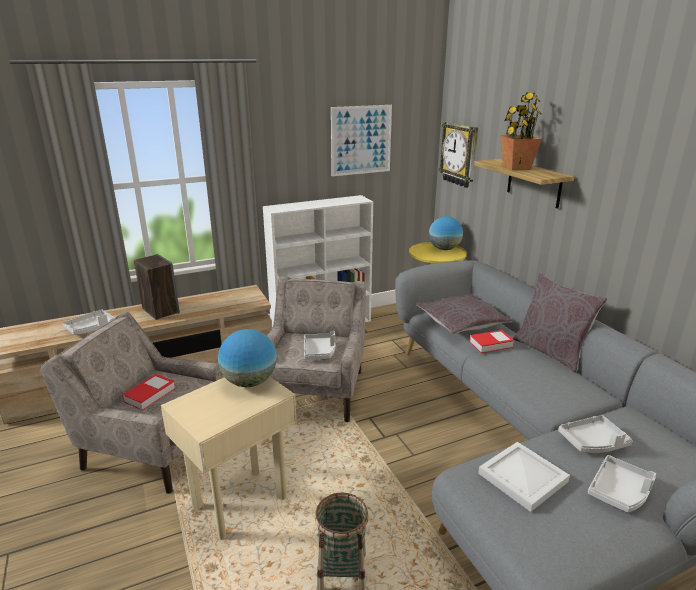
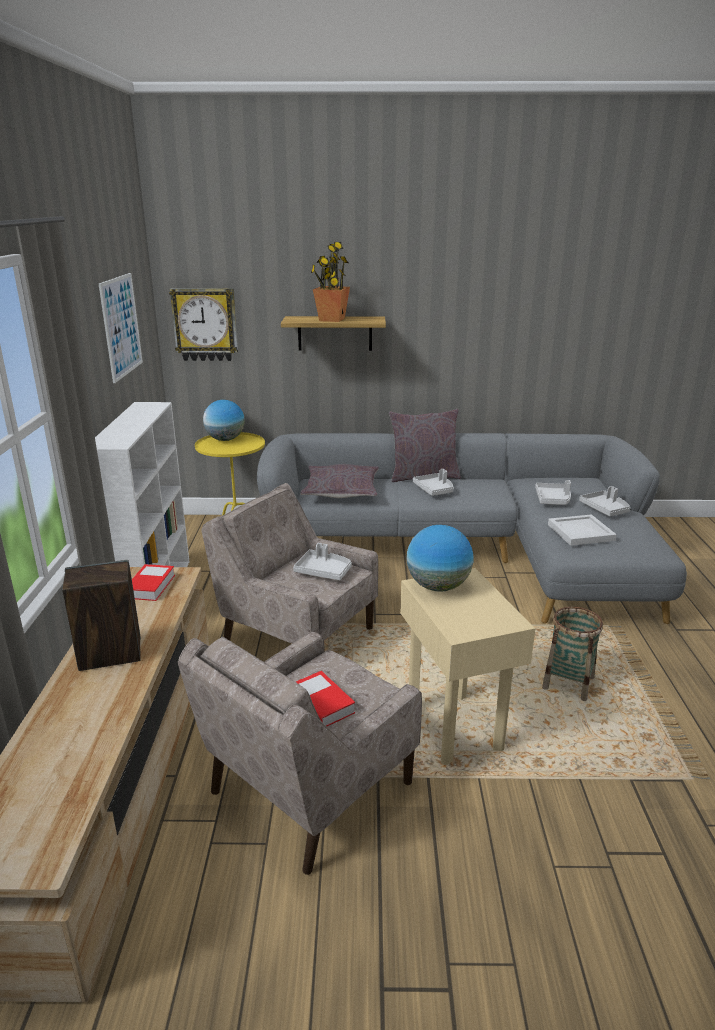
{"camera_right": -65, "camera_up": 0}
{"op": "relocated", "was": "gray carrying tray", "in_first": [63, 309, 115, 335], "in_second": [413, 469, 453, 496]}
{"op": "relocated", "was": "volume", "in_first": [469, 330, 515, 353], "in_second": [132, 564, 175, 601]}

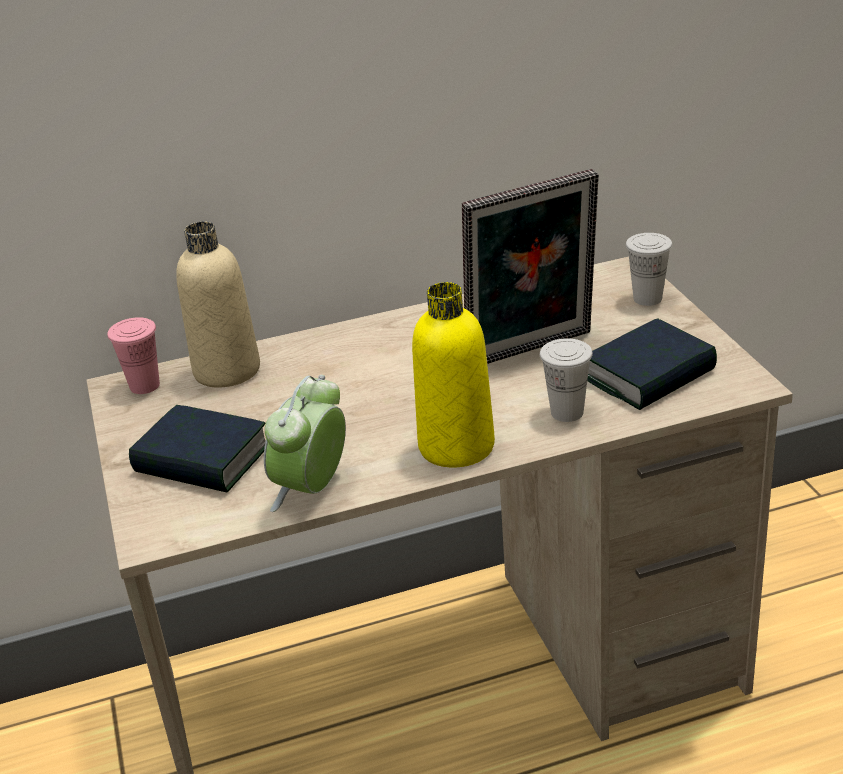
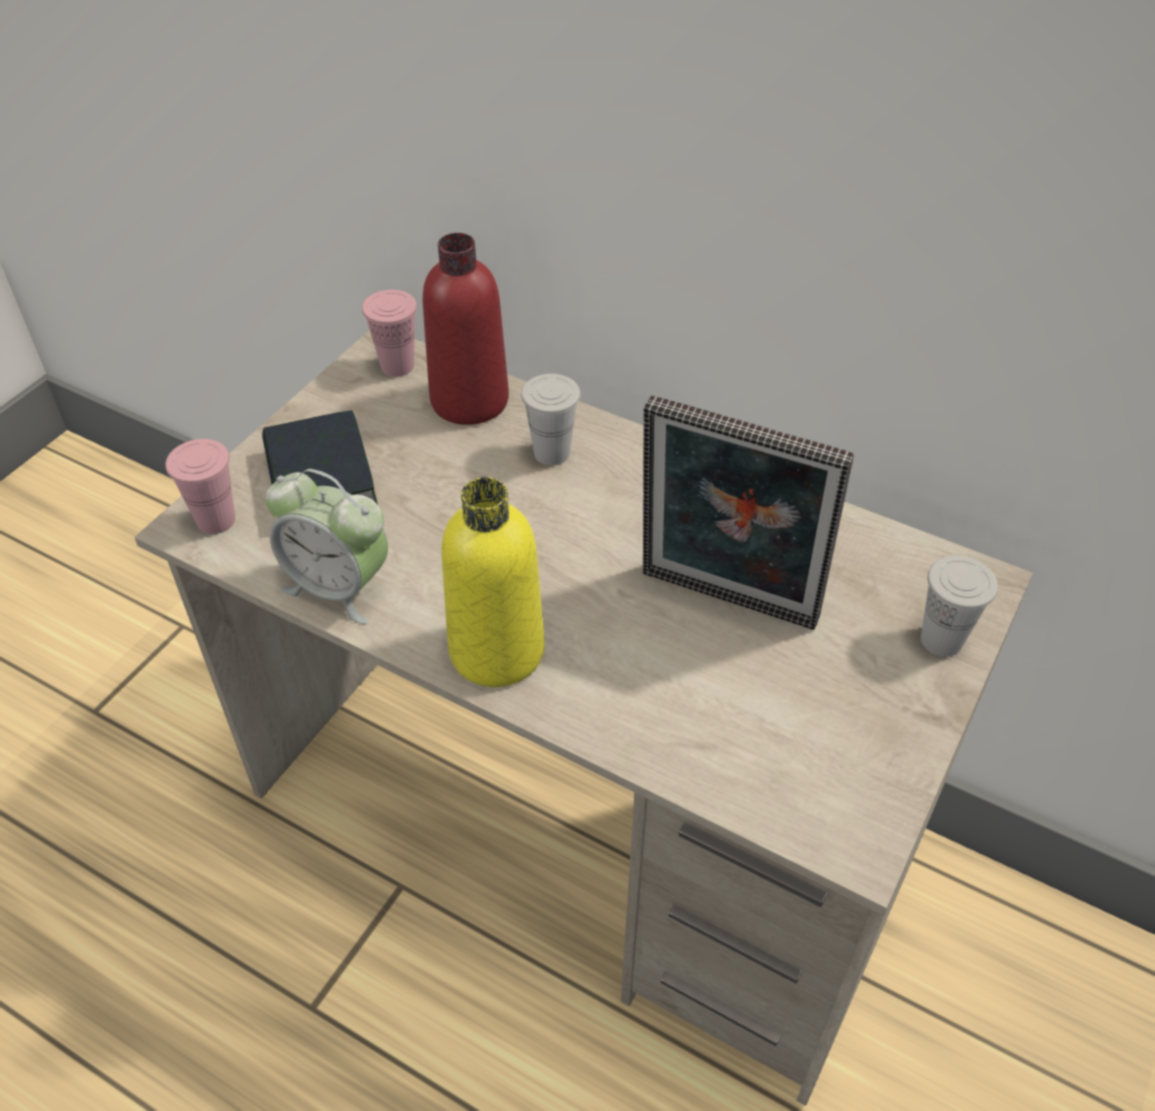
{"camera_right": 45, "camera_up": 15}
{"op": "colour", "was": "sand-coloured drink bottle", "now": "red-coloured drink bottle", "in_first": [176, 221, 260, 388], "in_second": [423, 233, 509, 425]}
{"op": "spun", "was": "table clock", "in_first": [264, 375, 346, 512], "in_second": [265, 469, 388, 624], "clockwise": -135}
{"op": "relocated", "was": "white-coloured cup", "in_first": [540, 338, 593, 422], "in_second": [521, 374, 580, 465]}
{"op": "missing", "was": "volume", "in_first": [587, 318, 717, 410]}
{"op": "appeared", "now": "pink cup", "in_second": [165, 439, 235, 534]}

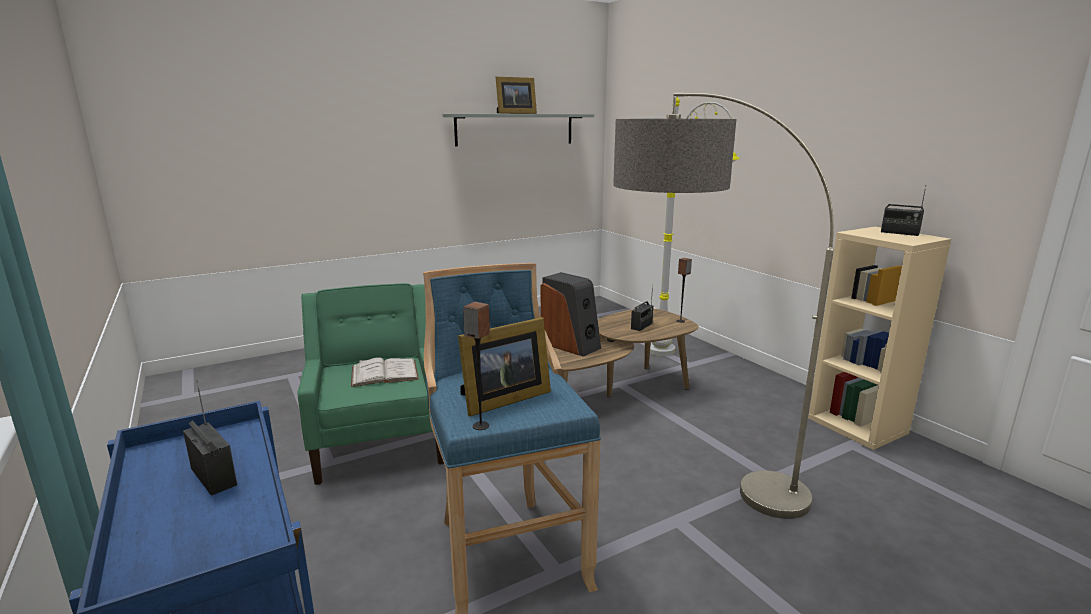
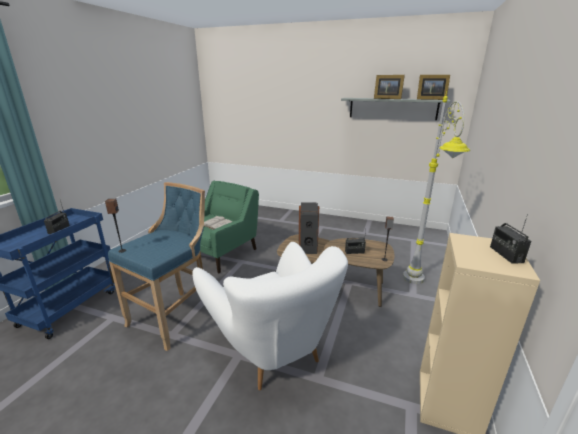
{"camera_right": 50, "camera_up": 5}
{"op": "relocated", "was": "standing frame", "in_first": [458, 317, 551, 417], "in_second": [417, 75, 450, 100]}
{"op": "exchanged", "was": "standard lamp", "now": "white-coloured lounge chair", "in_first": [613, 93, 834, 519], "in_second": [192, 242, 348, 391]}

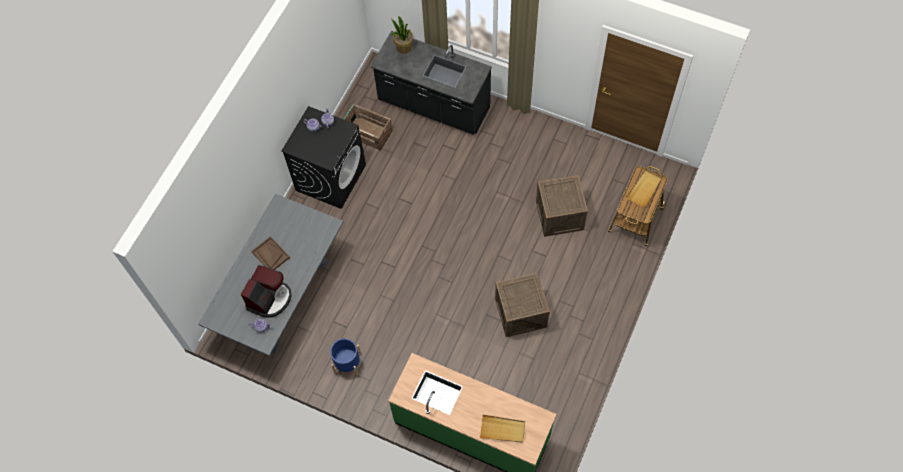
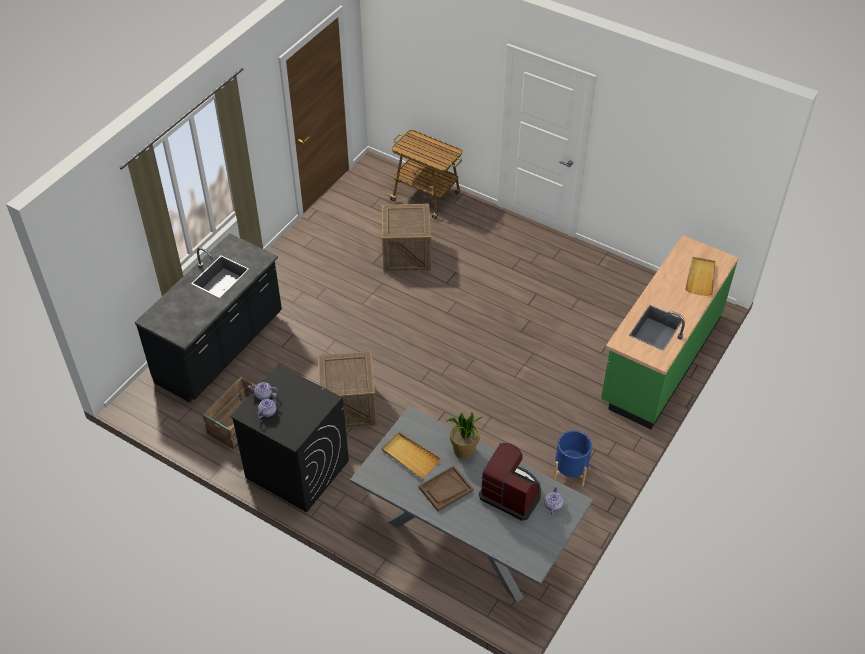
{"camera_right": -85, "camera_up": -15}
{"op": "relocated", "was": "houseplant", "in_first": [391, 16, 413, 54], "in_second": [446, 411, 483, 459]}
{"op": "relocated", "was": "packing crate", "in_first": [495, 273, 550, 337], "in_second": [318, 351, 377, 428]}
{"op": "relocated", "was": "sand-coloured carrying tray", "in_first": [626, 169, 662, 207], "in_second": [382, 432, 440, 478]}

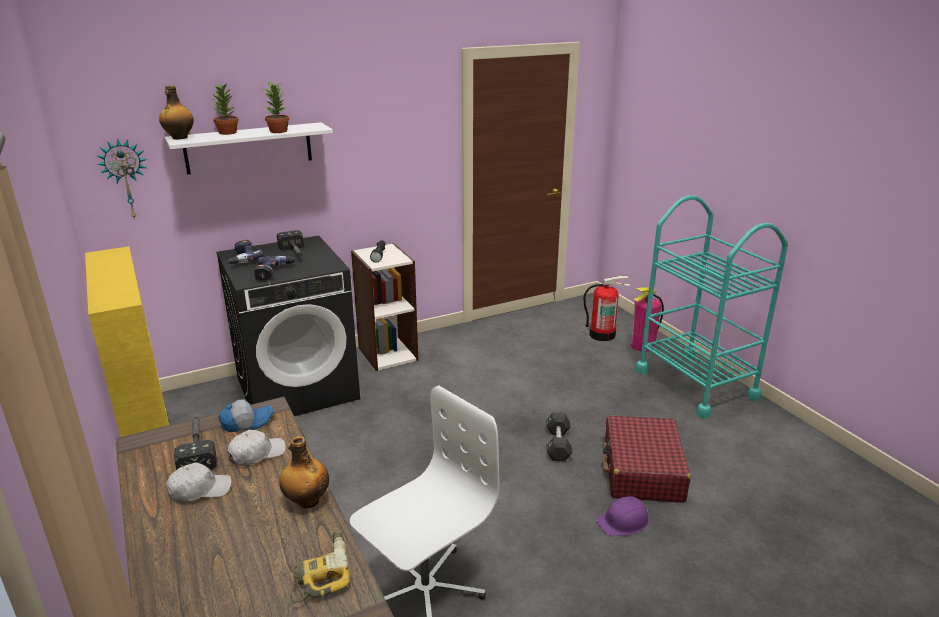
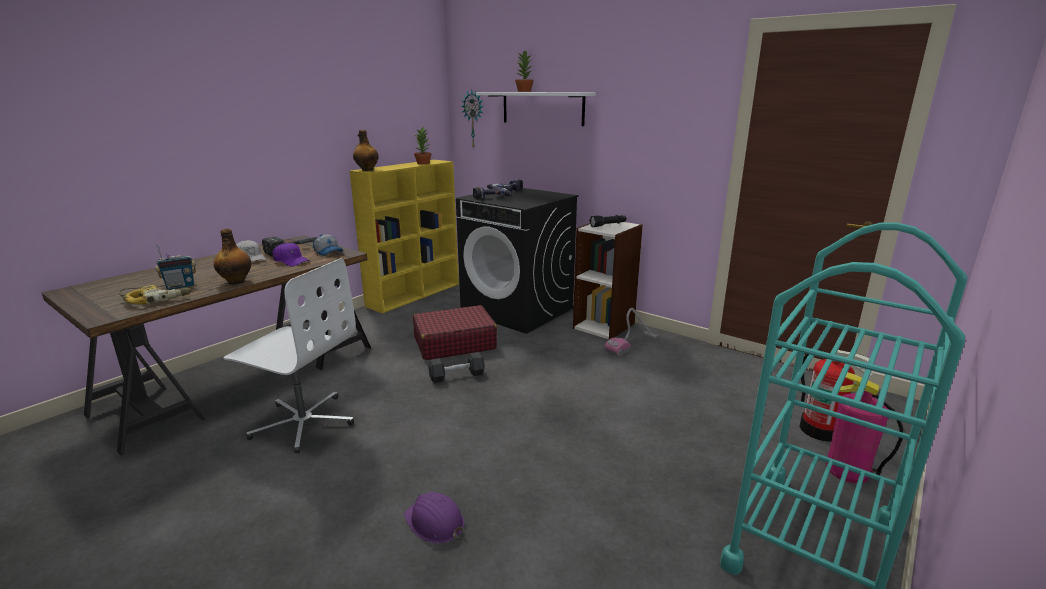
{"camera_right": 65, "camera_up": -5}
{"op": "relocated", "was": "drink bottle", "in_first": [159, 85, 194, 139], "in_second": [353, 130, 379, 171]}
{"op": "colour", "was": "white-coloured baseball cap", "now": "purple baseball cap", "in_first": [227, 430, 286, 466], "in_second": [272, 242, 310, 267]}
{"op": "relocated", "was": "houseplant", "in_first": [264, 82, 289, 133], "in_second": [414, 127, 431, 165]}
{"op": "missing", "was": "hand hammer", "in_first": [277, 230, 304, 257]}
{"op": "relocated", "was": "blackish hand weight", "in_first": [546, 412, 572, 461], "in_second": [429, 352, 485, 383]}
{"op": "relocated", "was": "red-coloured suitcase", "in_first": [603, 415, 691, 503], "in_second": [413, 305, 497, 360]}
{"op": "appeared", "now": "radio receiver", "in_second": [155, 244, 196, 290]}
{"op": "appeared", "now": "hoover", "in_second": [604, 308, 659, 356]}

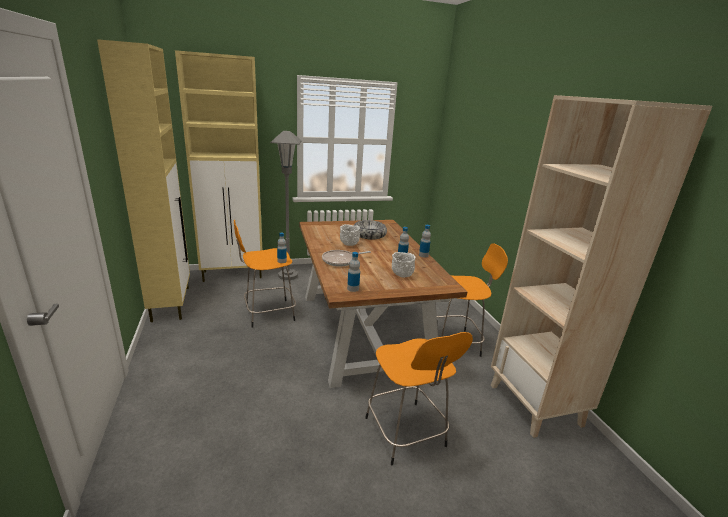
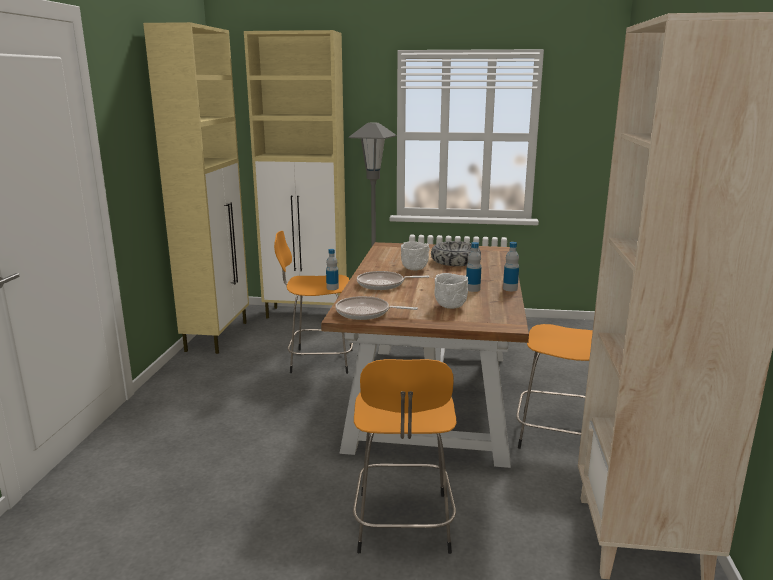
{"camera_right": 25, "camera_up": -5}
{"op": "exchanged", "was": "drink bottle", "now": "pan", "in_first": [347, 252, 360, 292], "in_second": [335, 296, 418, 320]}

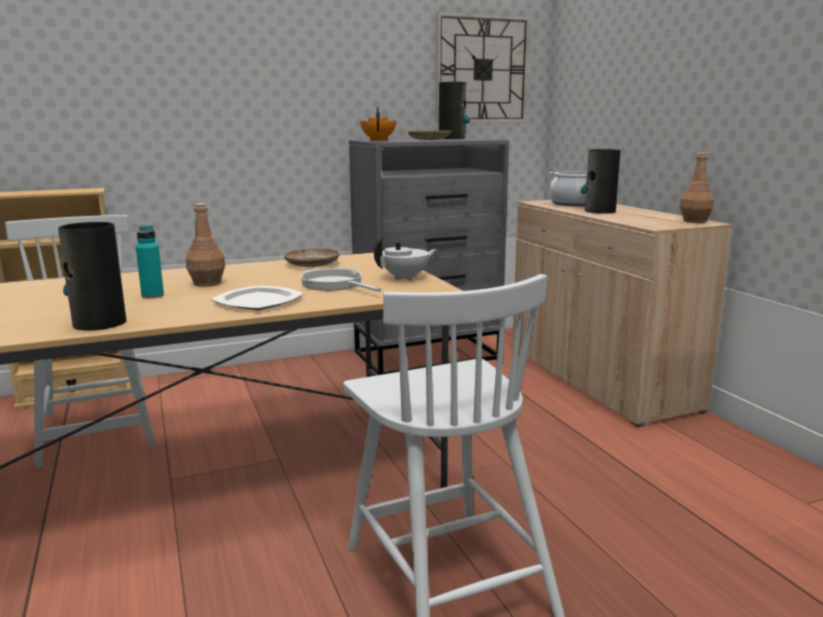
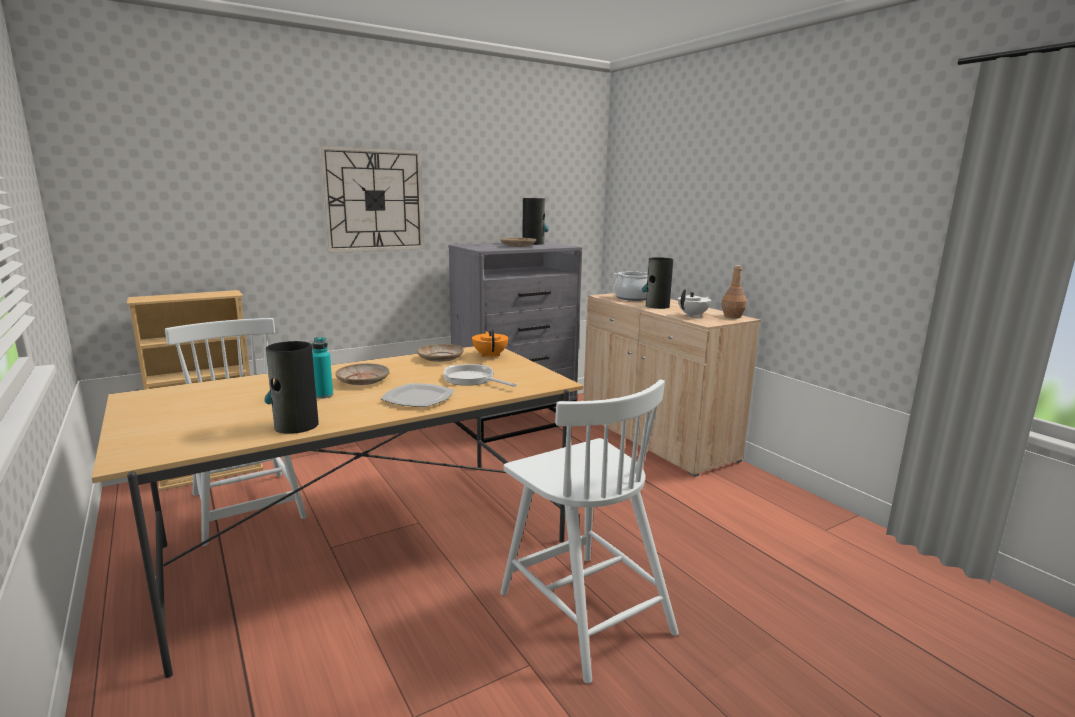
{"camera_right": -10, "camera_up": 0}
{"op": "exchanged", "was": "brown drink bottle", "now": "sand-coloured plate", "in_first": [186, 203, 225, 287], "in_second": [335, 363, 389, 385]}
{"op": "relocated", "was": "orangey pot for tea", "in_first": [360, 107, 396, 141], "in_second": [472, 329, 508, 358]}
{"op": "relocated", "was": "white-coloured pot for tea", "in_first": [374, 238, 436, 281], "in_second": [678, 289, 711, 317]}
{"op": "relocated", "was": "hanging clock", "in_first": [435, 12, 531, 123], "in_second": [320, 146, 424, 253]}

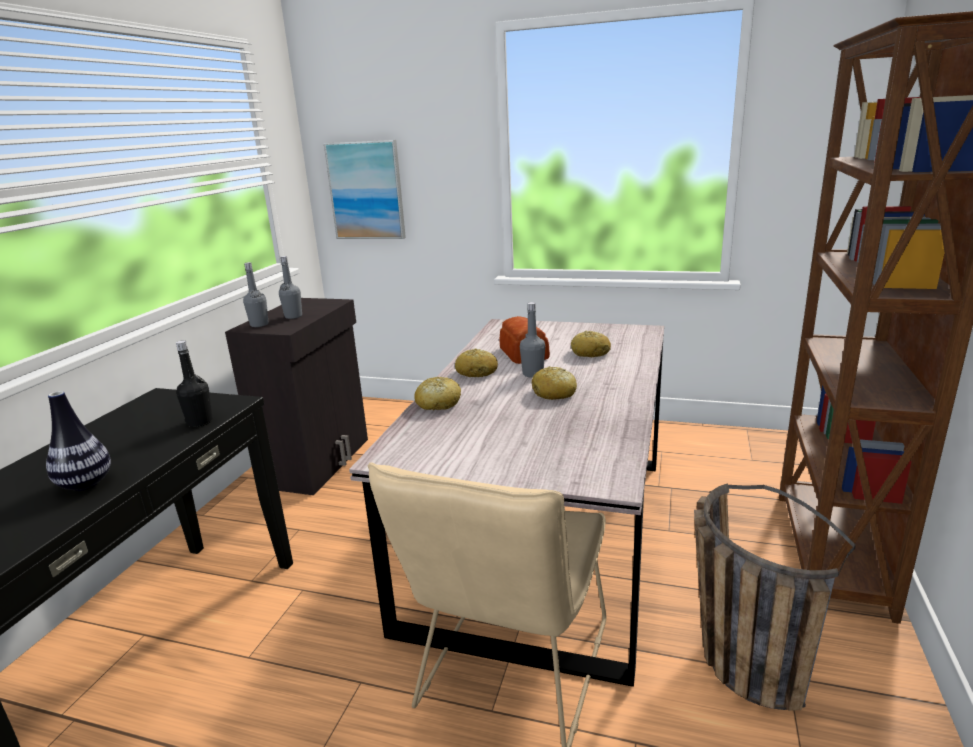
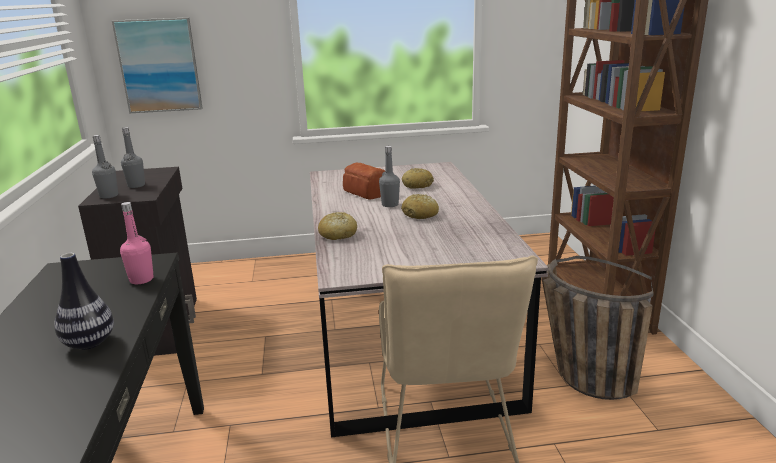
{"camera_right": -25, "camera_up": 0}
{"op": "colour", "was": "blackish drink bottle", "now": "pink drink bottle", "in_first": [176, 340, 213, 427], "in_second": [120, 202, 154, 284]}
{"op": "missing", "was": "bakery bread", "in_first": [455, 348, 498, 377]}

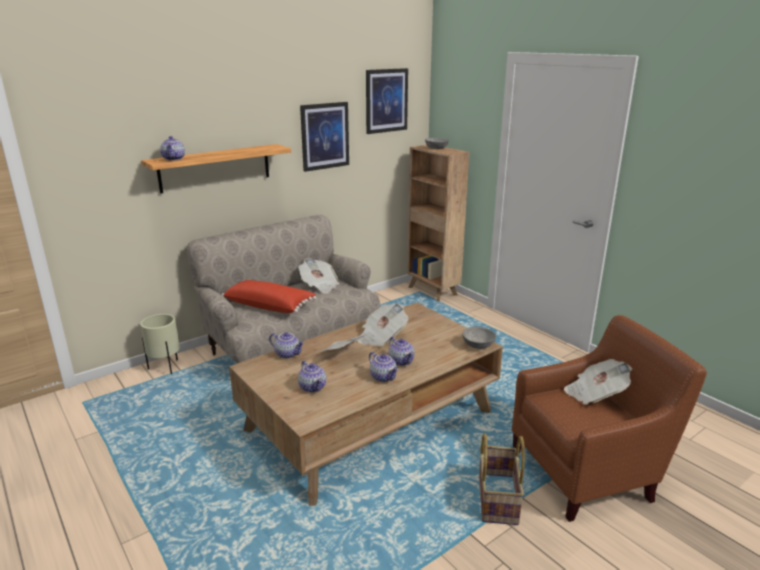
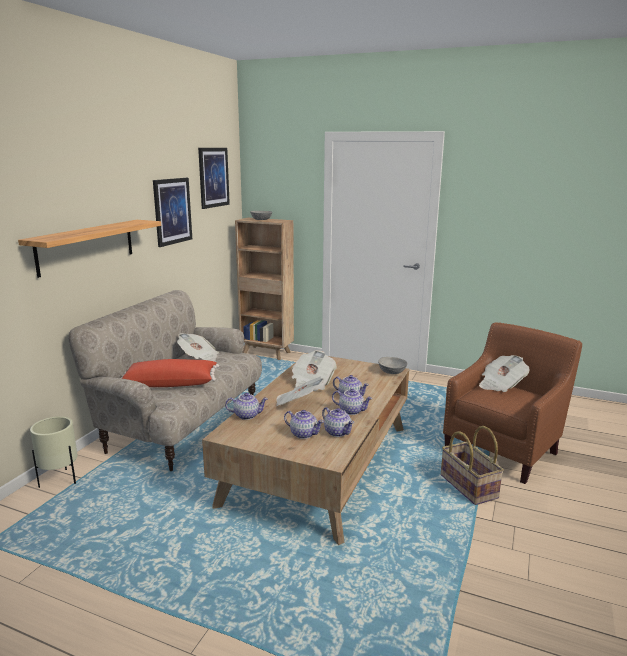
{"camera_right": -30, "camera_up": -5}
{"op": "relocated", "was": "pot for tea", "in_first": [160, 136, 185, 161], "in_second": [322, 407, 354, 437]}

